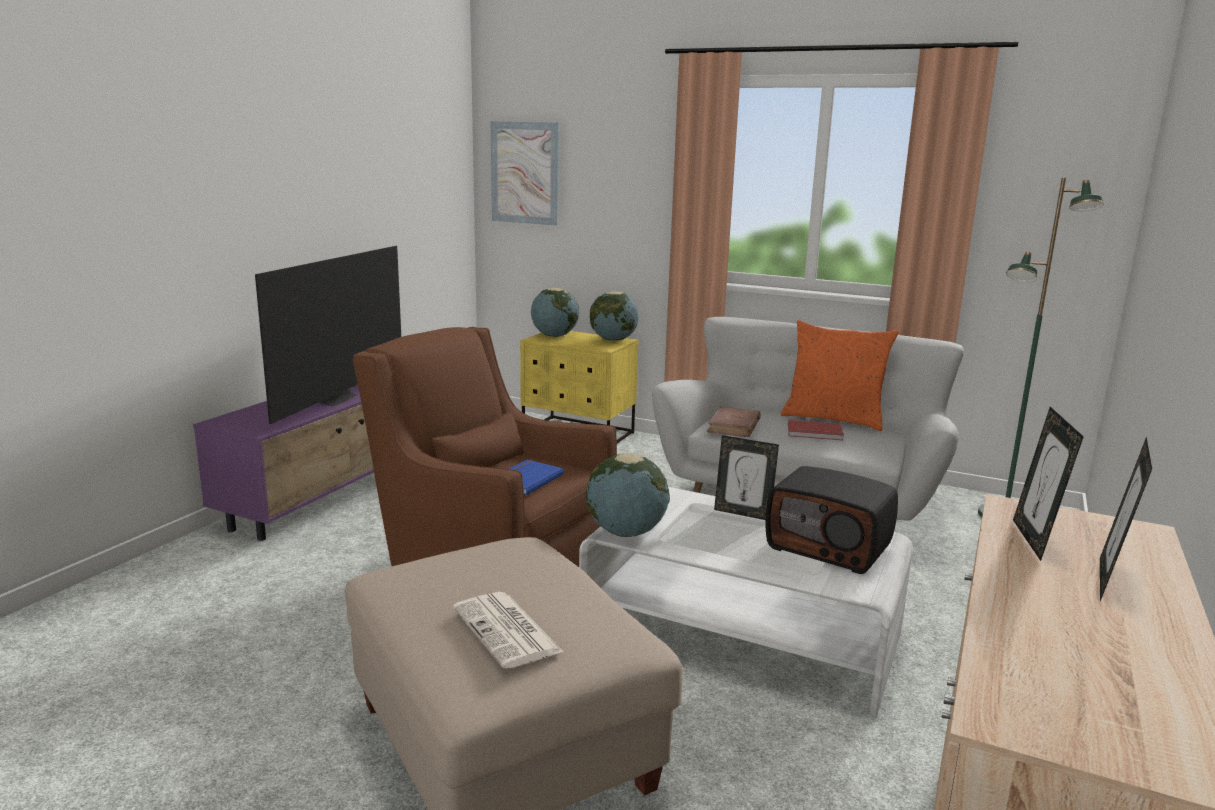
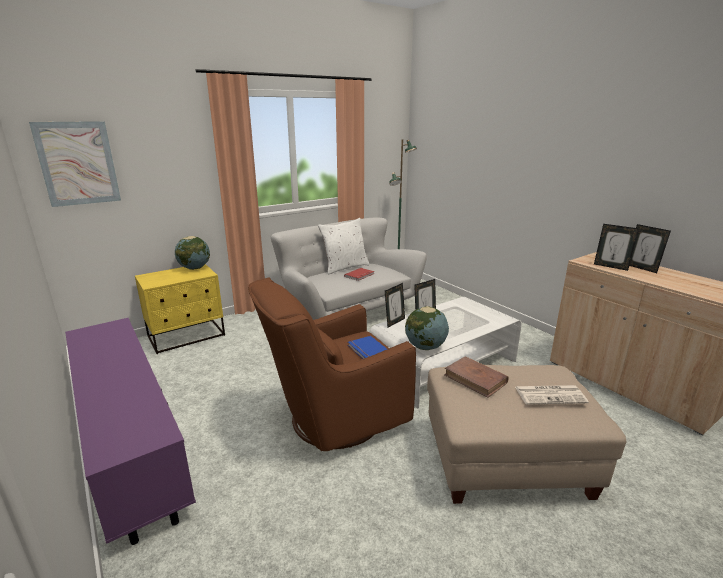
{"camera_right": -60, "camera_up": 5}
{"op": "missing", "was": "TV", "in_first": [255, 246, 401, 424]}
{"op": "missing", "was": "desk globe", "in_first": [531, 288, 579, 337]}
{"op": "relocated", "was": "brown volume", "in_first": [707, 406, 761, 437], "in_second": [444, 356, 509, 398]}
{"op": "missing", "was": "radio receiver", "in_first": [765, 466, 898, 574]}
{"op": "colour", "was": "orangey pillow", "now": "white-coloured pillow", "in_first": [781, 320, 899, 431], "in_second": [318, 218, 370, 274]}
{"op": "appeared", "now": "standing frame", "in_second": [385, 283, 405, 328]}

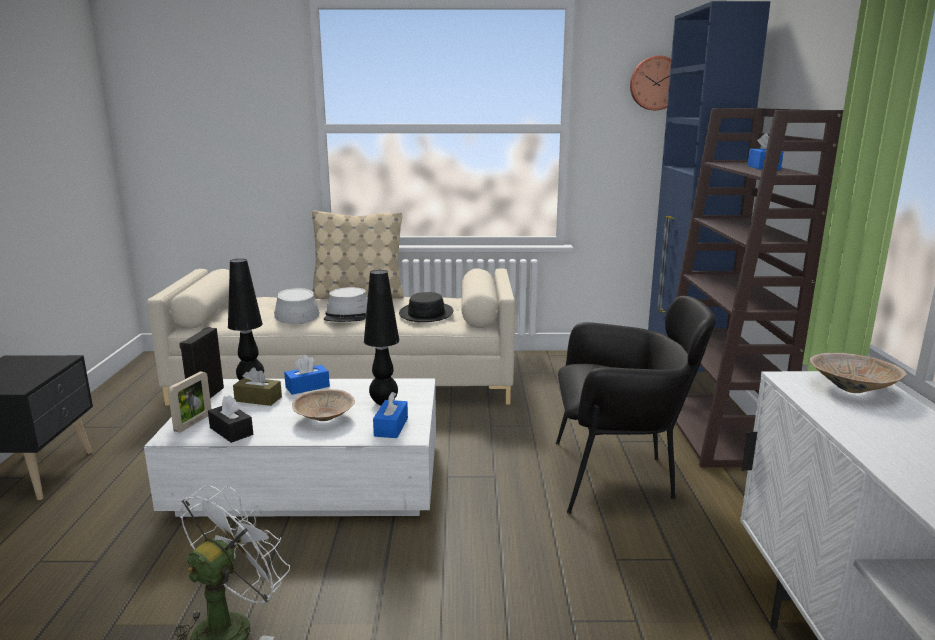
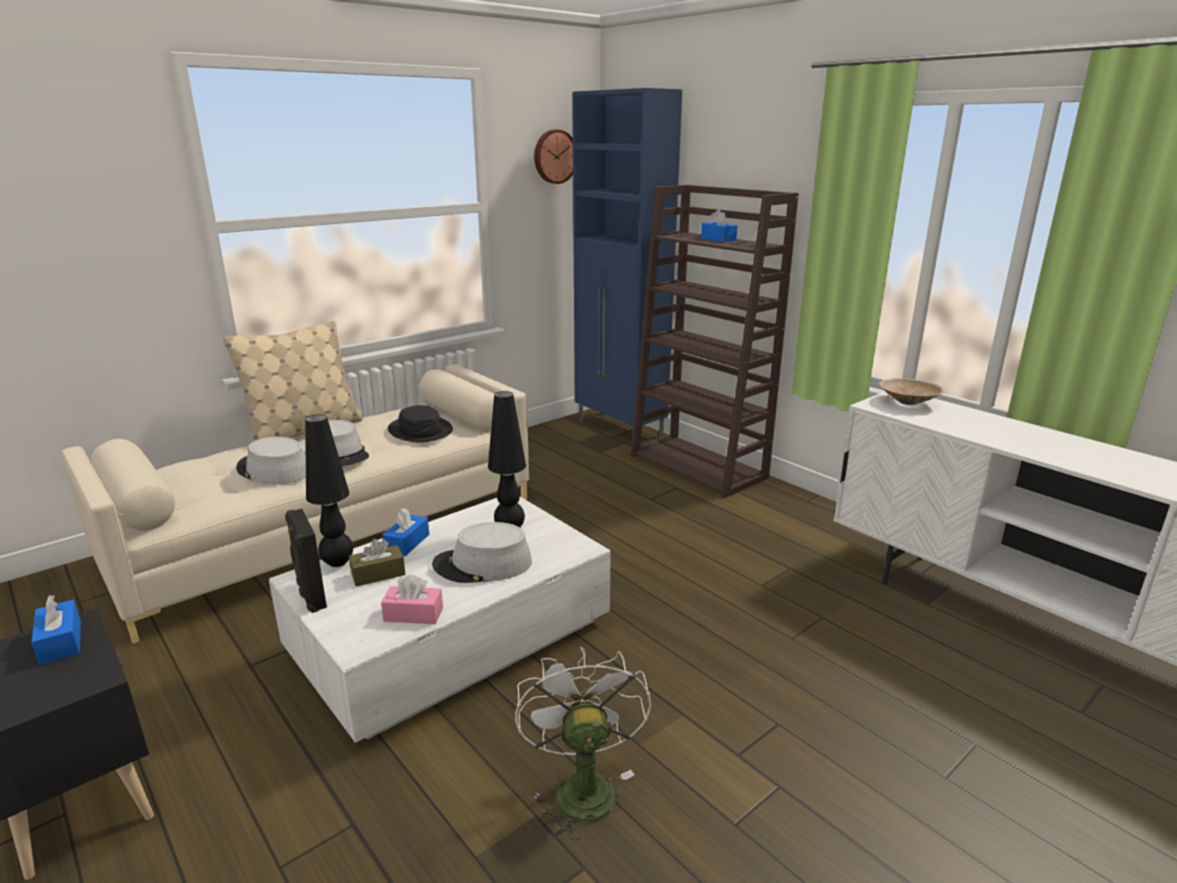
{"camera_right": -40, "camera_up": 5}
{"op": "missing", "was": "standing frame", "in_first": [168, 371, 211, 433]}
{"op": "colour", "was": "blackish box of tissues", "now": "pink box of tissues", "in_first": [208, 395, 253, 443], "in_second": [381, 575, 443, 624]}
{"op": "exchanged", "was": "sand-coloured serving bowl", "now": "gray hat", "in_first": [292, 389, 355, 421], "in_second": [432, 522, 532, 583]}
{"op": "relocated", "was": "bluish box of tissues", "in_first": [373, 392, 408, 438], "in_second": [31, 595, 81, 665]}
{"op": "missing", "was": "blackish lounge chair", "in_first": [556, 296, 716, 514]}

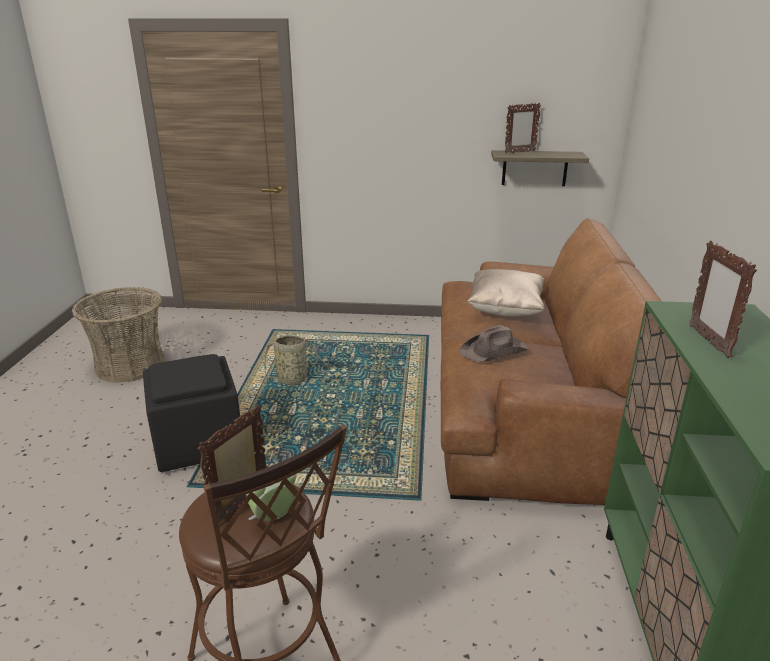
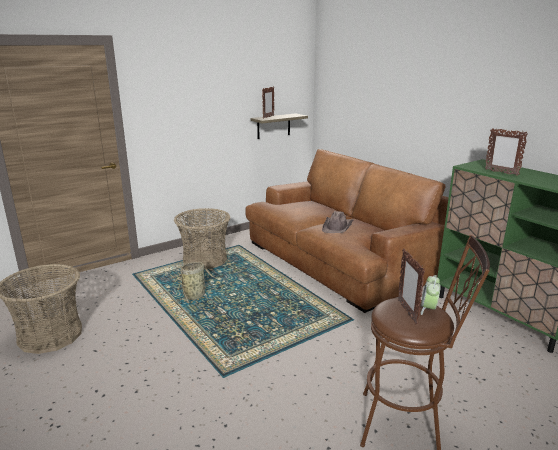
{"camera_right": -40, "camera_up": -5}
{"op": "missing", "was": "blackish pouffe", "in_first": [143, 354, 240, 472]}
{"op": "missing", "was": "sand-coloured pillow", "in_first": [467, 269, 545, 316]}
{"op": "appeared", "now": "storage basket", "in_second": [174, 208, 230, 269]}

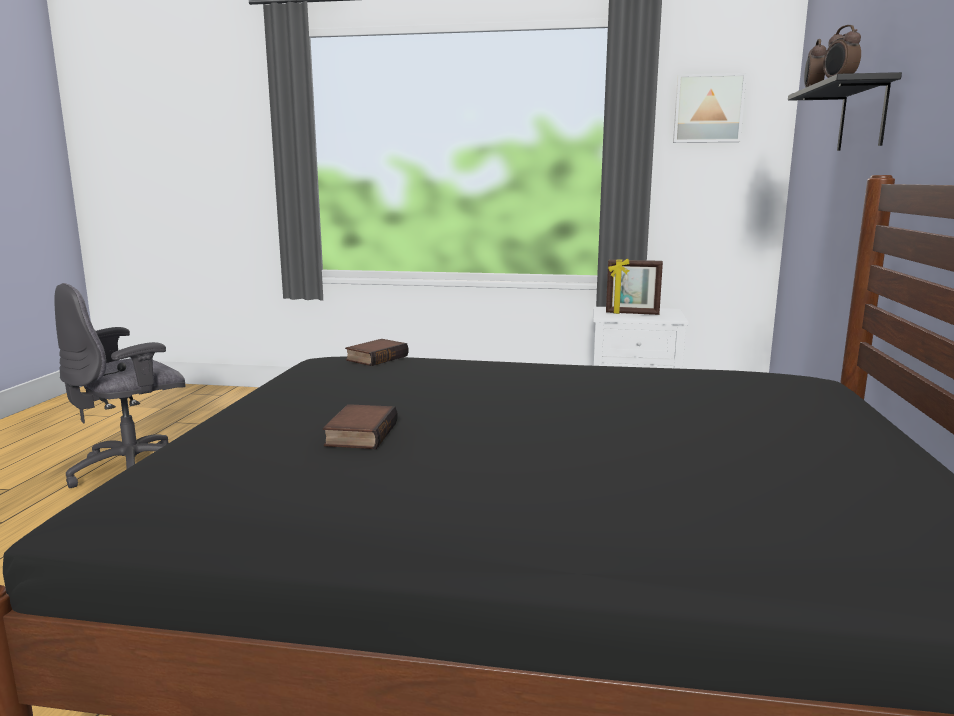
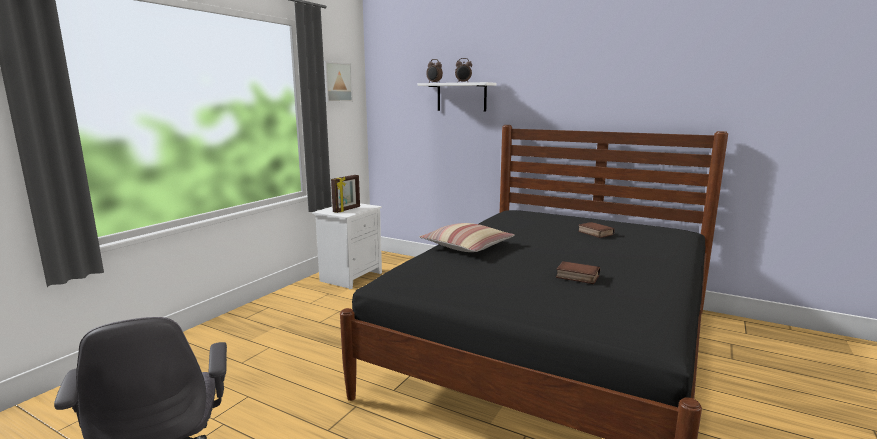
{"camera_right": -70, "camera_up": 0}
{"op": "relocated", "was": "volume", "in_first": [345, 339, 409, 366], "in_second": [578, 222, 615, 238]}
{"op": "colour", "was": "blackish wall shelf", "now": "white-coloured wall shelf", "in_first": [788, 72, 902, 151], "in_second": [418, 82, 497, 112]}
{"op": "appeared", "now": "pillow", "in_second": [419, 223, 515, 252]}

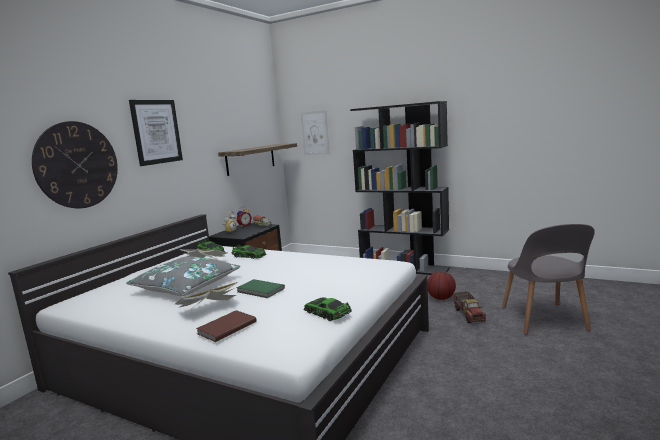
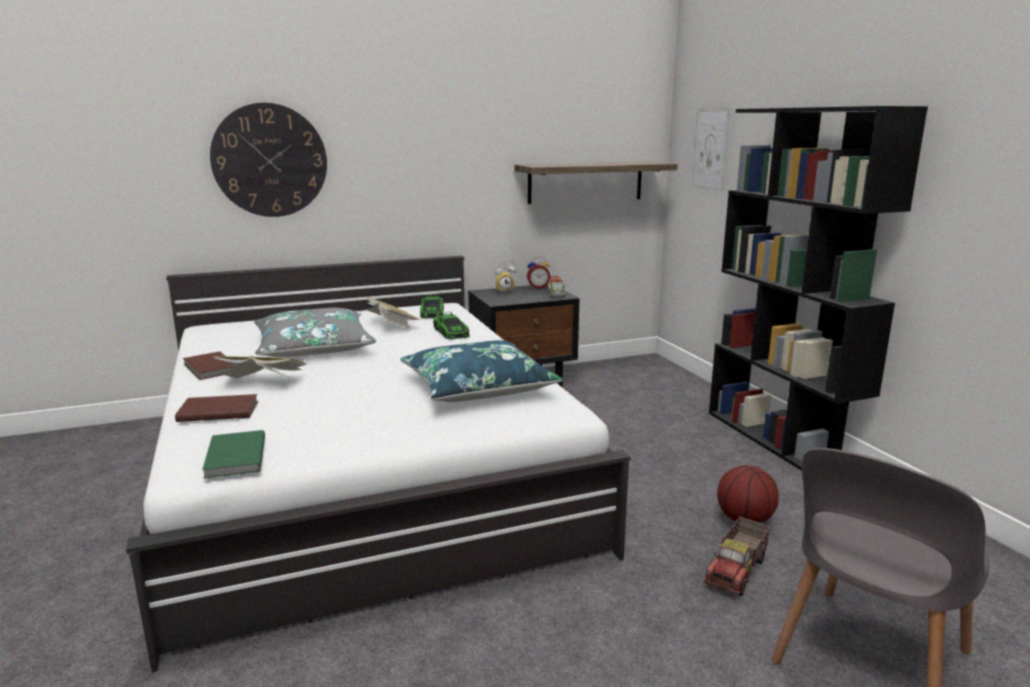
{"camera_right": 40, "camera_up": 5}
{"op": "missing", "was": "picture", "in_first": [129, 100, 183, 166]}
{"op": "relocated", "was": "greenish volume", "in_first": [236, 279, 285, 298], "in_second": [202, 430, 265, 479]}
{"op": "missing", "was": "miniature car", "in_first": [304, 297, 352, 321]}
{"op": "appeared", "now": "brown volume", "in_second": [183, 351, 235, 380]}
{"op": "appeared", "now": "bluish pillow", "in_second": [400, 340, 563, 402]}

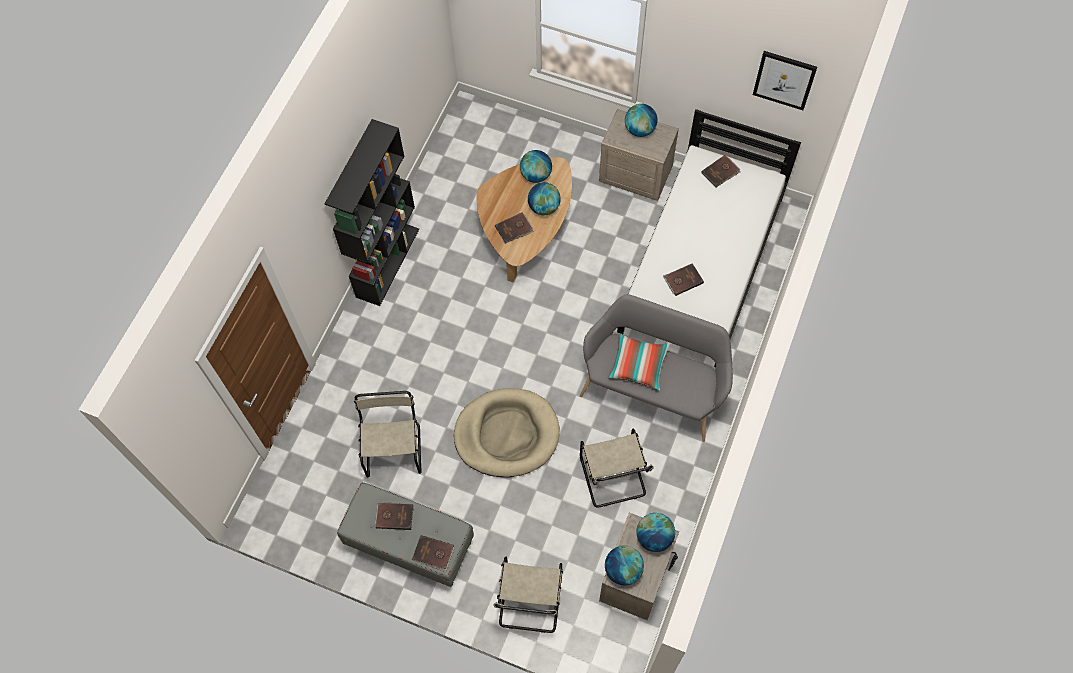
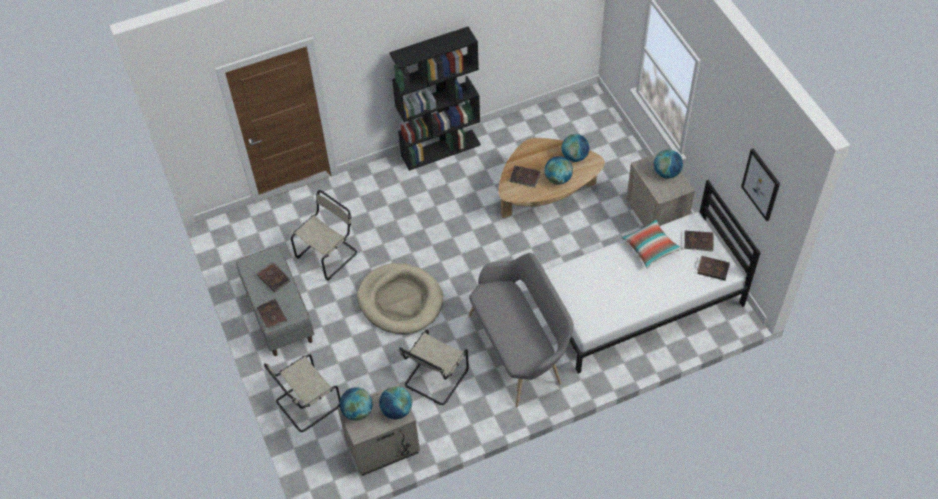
{"camera_right": 45, "camera_up": -10}
{"op": "relocated", "was": "pillow", "in_first": [608, 333, 670, 391], "in_second": [622, 219, 683, 268]}
{"op": "relocated", "was": "brown volume", "in_first": [663, 263, 704, 296], "in_second": [697, 255, 730, 281]}

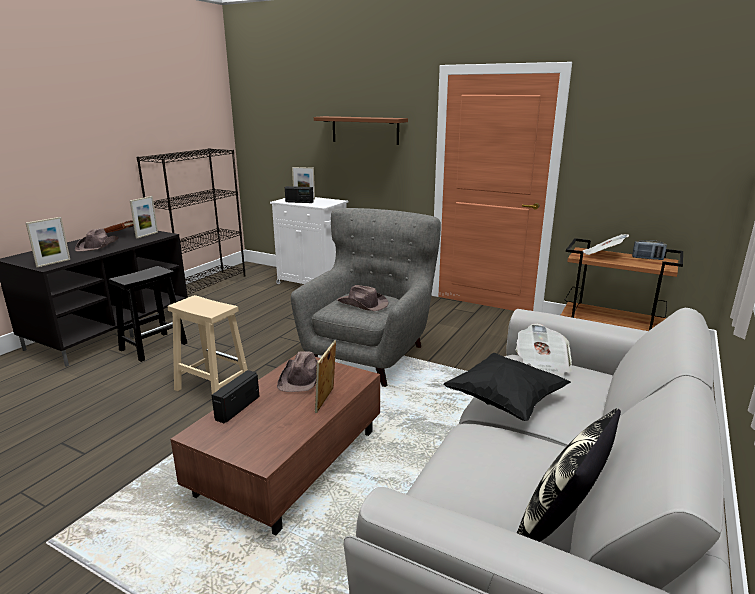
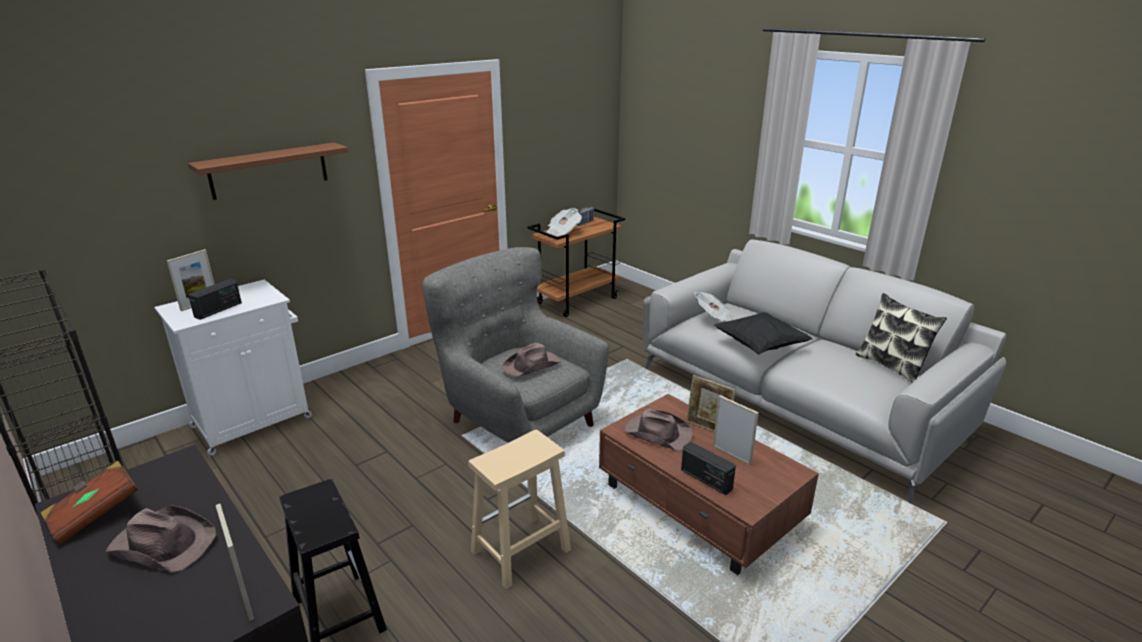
{"camera_right": -70, "camera_up": 5}
{"op": "relocated", "was": "standing frame", "in_first": [130, 196, 158, 238], "in_second": [713, 395, 759, 465]}

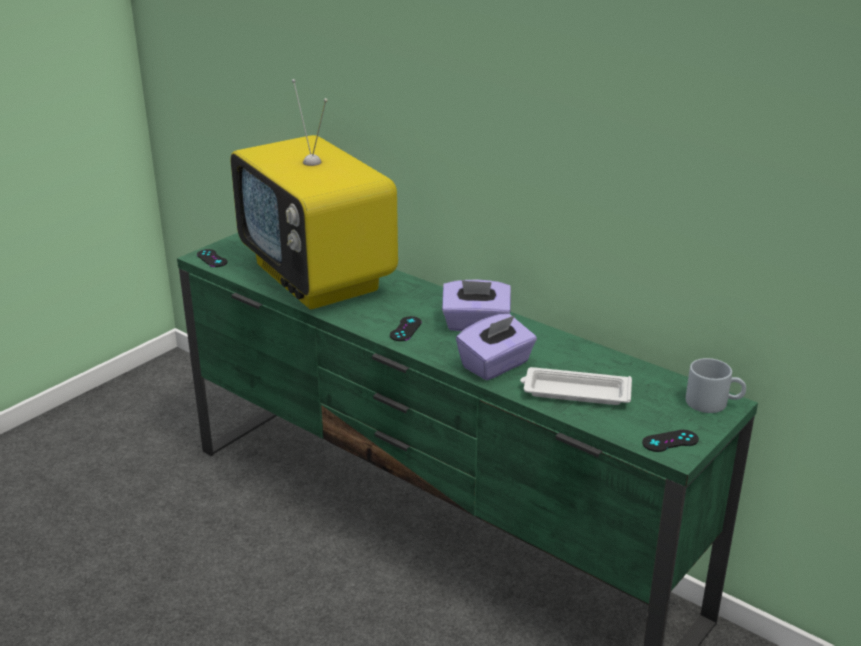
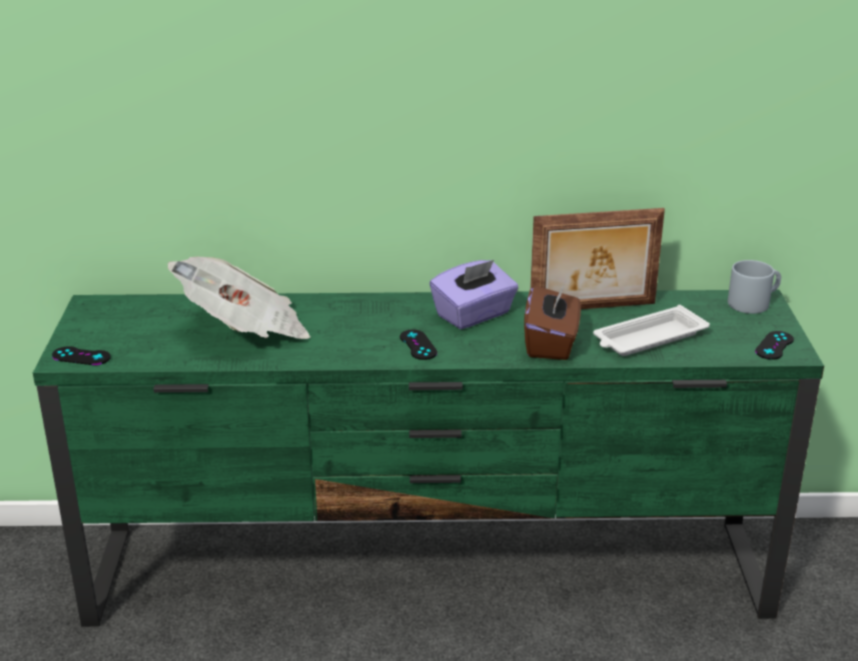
{"camera_right": -40, "camera_up": 0}
{"op": "exchanged", "was": "TV", "now": "daily paper", "in_first": [231, 79, 398, 309], "in_second": [167, 257, 311, 339]}
{"op": "colour", "was": "purple box of tissues", "now": "brown box of tissues", "in_first": [456, 314, 537, 380], "in_second": [524, 282, 581, 360]}
{"op": "appeared", "now": "standing frame", "in_second": [530, 208, 665, 309]}

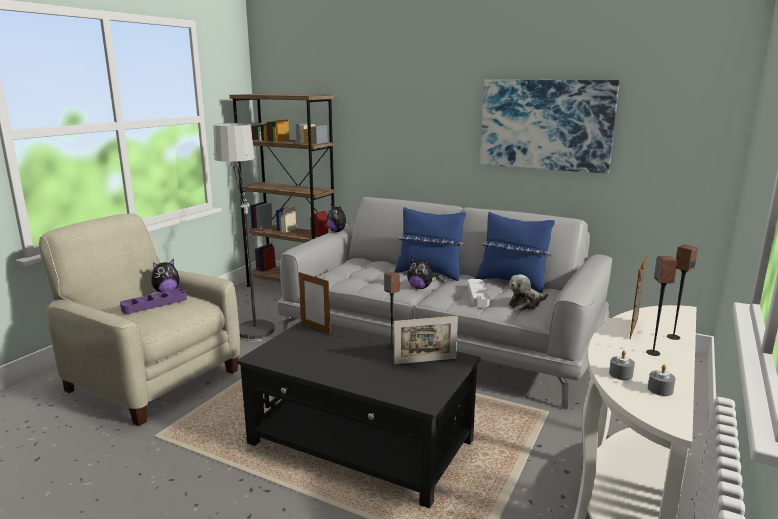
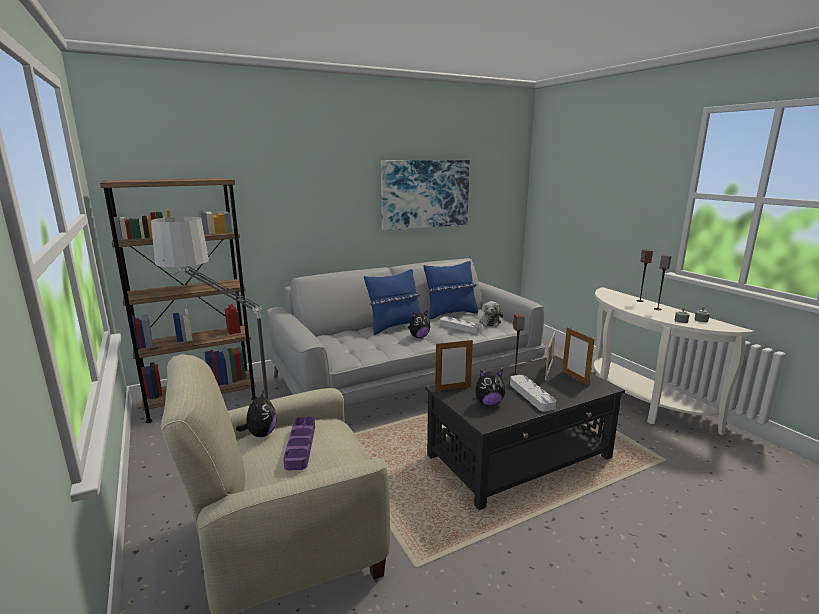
{"camera_right": -55, "camera_up": 0}
{"op": "relocated", "was": "soft toy", "in_first": [327, 204, 350, 232], "in_second": [475, 369, 505, 406]}
{"op": "relocated", "was": "standing frame", "in_first": [629, 255, 647, 339], "in_second": [562, 327, 595, 386]}
{"op": "appeared", "now": "gray carrying tray", "in_second": [510, 375, 556, 411]}

